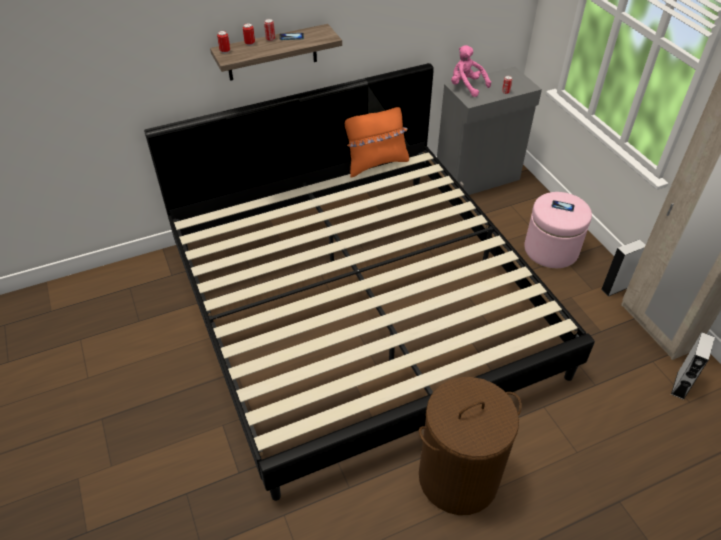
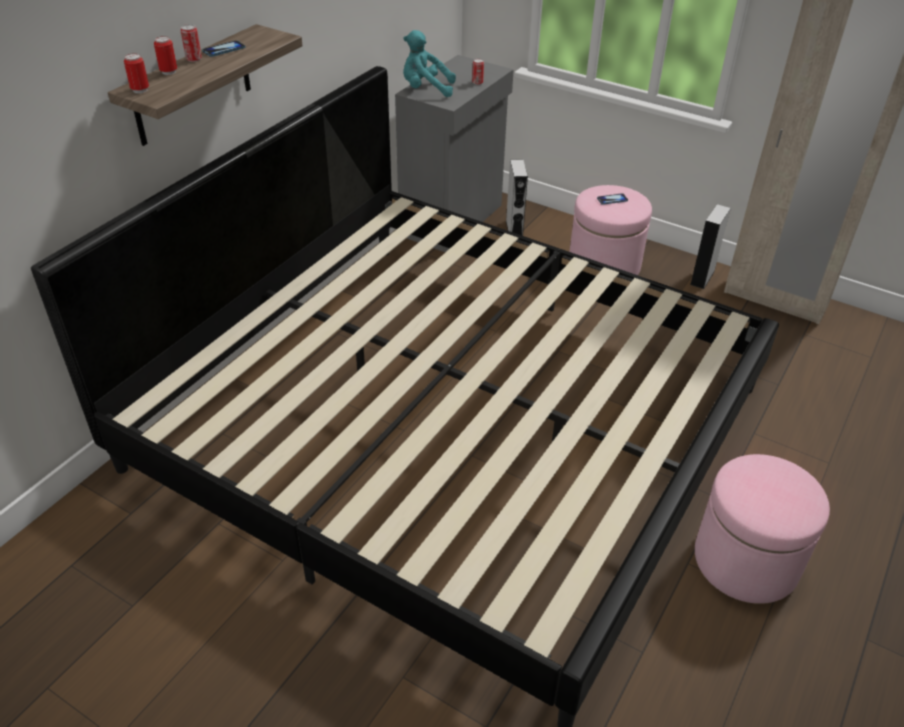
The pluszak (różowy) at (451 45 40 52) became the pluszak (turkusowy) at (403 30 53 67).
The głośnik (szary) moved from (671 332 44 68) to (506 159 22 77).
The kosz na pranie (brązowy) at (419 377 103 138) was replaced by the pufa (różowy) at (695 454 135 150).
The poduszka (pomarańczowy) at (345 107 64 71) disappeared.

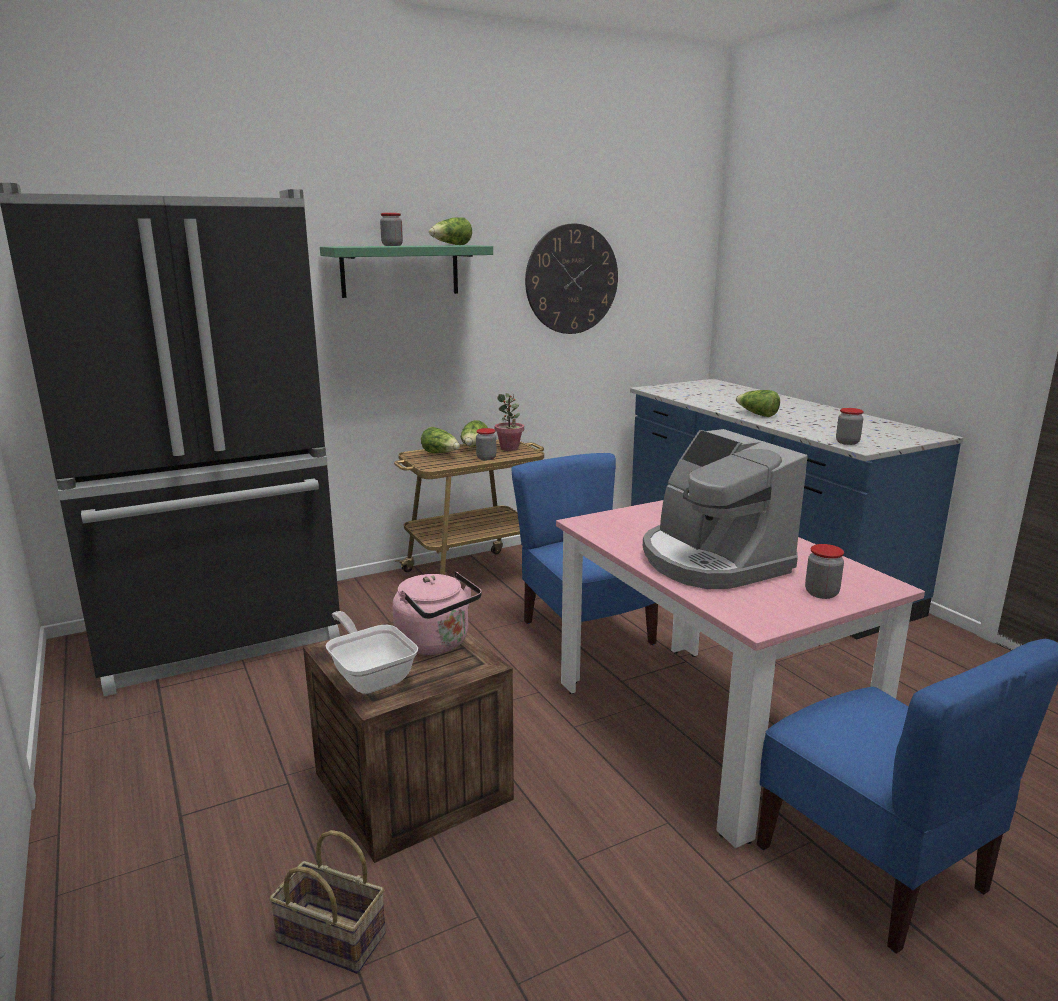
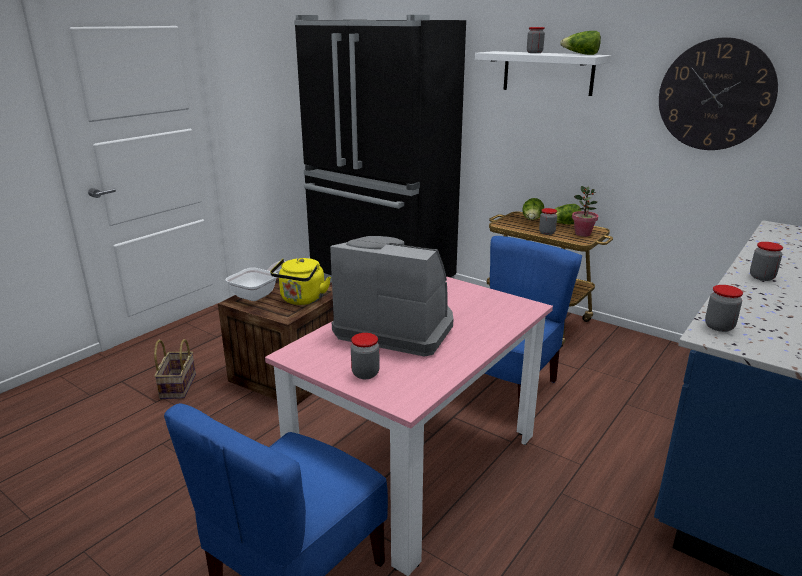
The czajnik (różowy) at (392 571 90 84) became the czajnik (żółty) at (270 258 61 47).
The ekspres do kawy at (643 429 165 160) turned 75 degrees clockwise.
The półka (zielony) at (320 245 173 53) became the półka (biały) at (475 51 137 45).
The sałata at (736 390 44 27) was replaced by the słoik at (750 242 33 39).

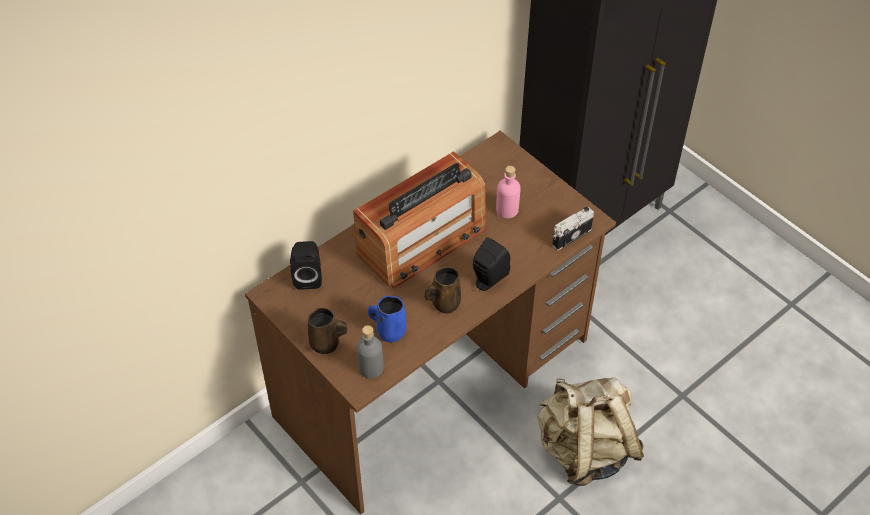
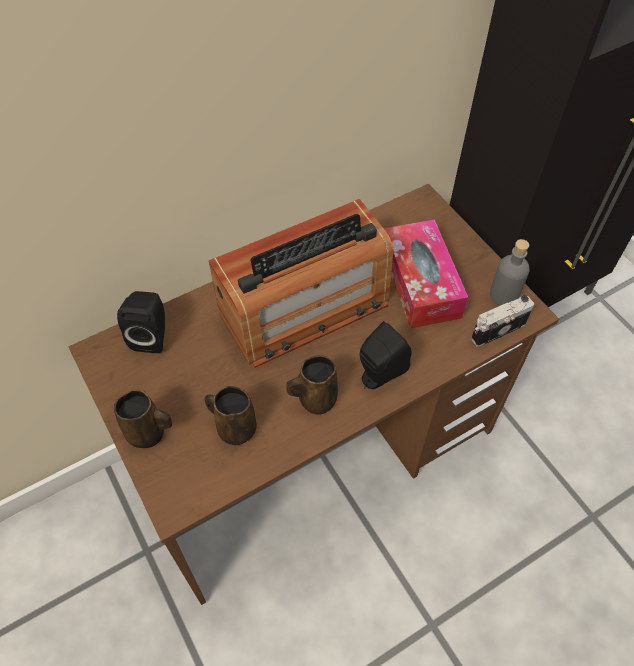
The kubek (niebieski) at (368 296 38 46) became the kubek (brązowy) at (205 386 52 59).
The butelka (różowy) at (496 166 25 52) was replaced by the pudełko chusteczek at (384 219 84 109).
The butelka (szary) moved from (356 325 28 54) to (490 239 40 66).
The plecak (beżowy) at (537 377 107 109) disappeared.

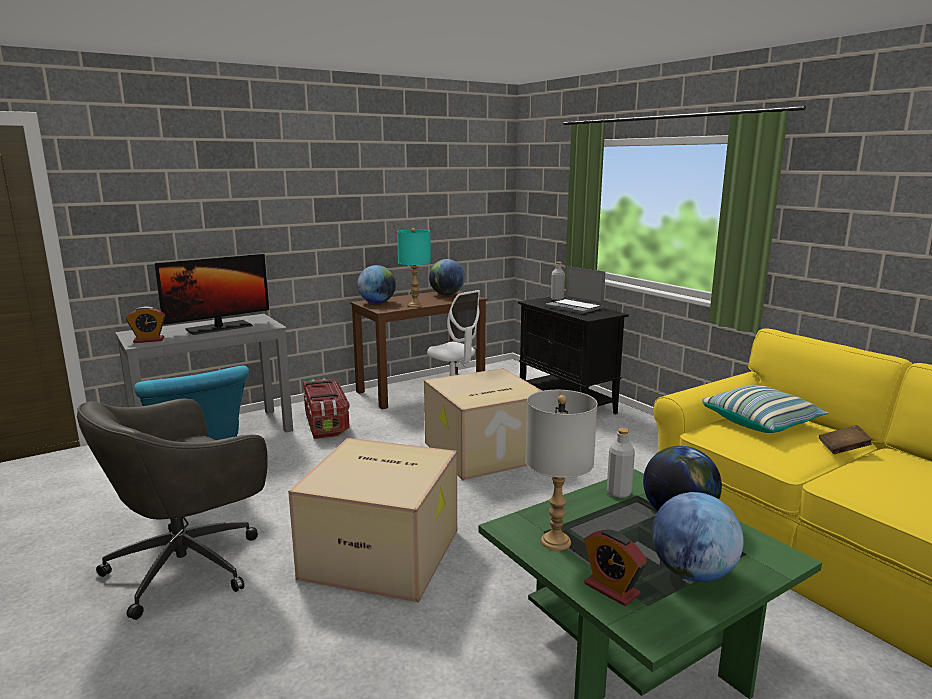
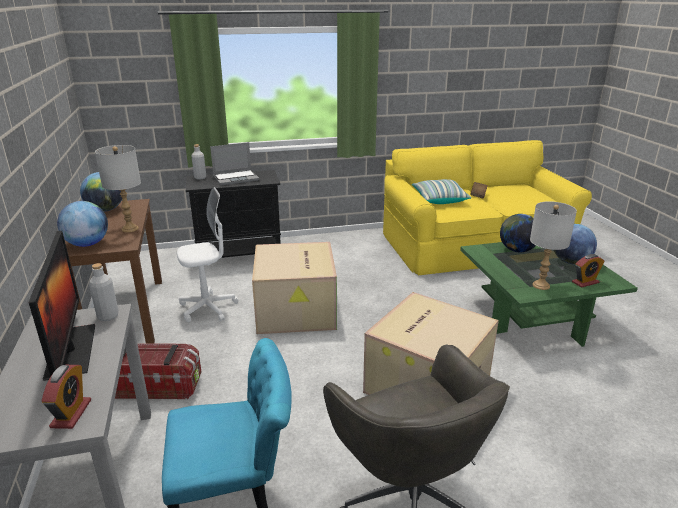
The butelka (szary) moved from (607 428 28 70) to (89 263 30 58).
The lampa stołowa (turkusowy) at (397 228 34 79) became the lampa stołowa (szary) at (95 145 46 87).

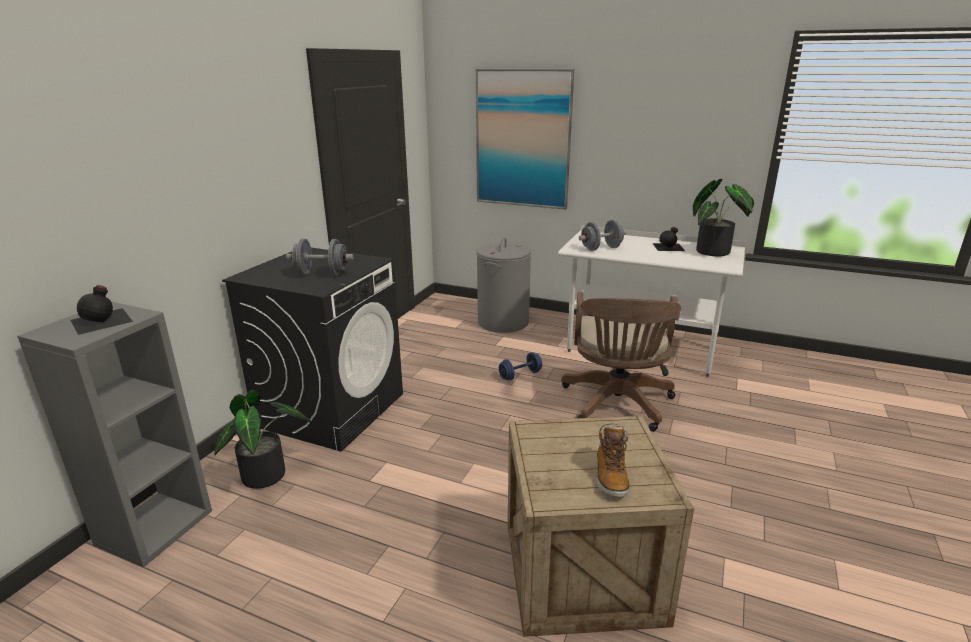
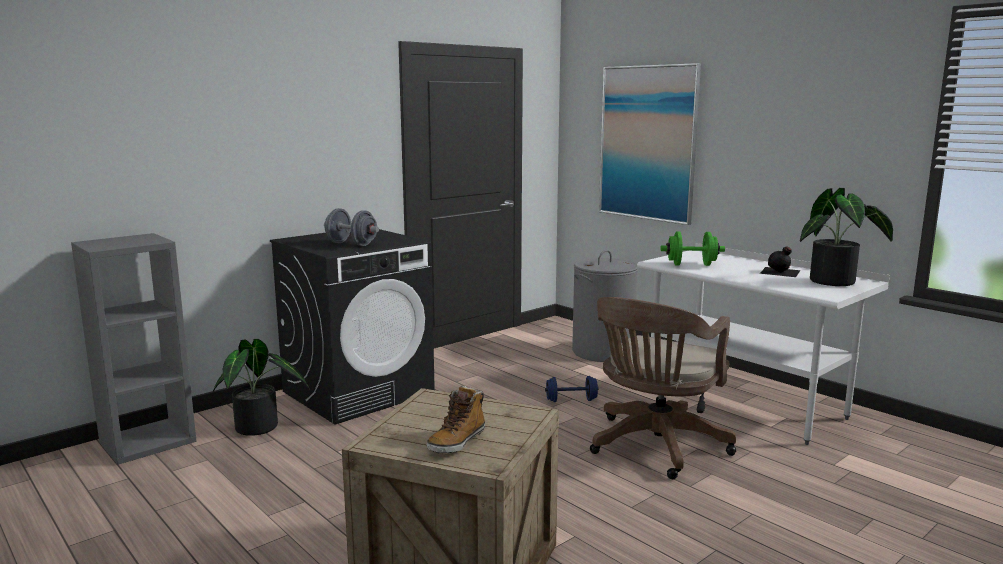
The hantel (szary) at (579 220 47 31) became the hantel (zielony) at (660 232 65 34).
The butelka (czarny) at (70 285 63 50) disappeared.

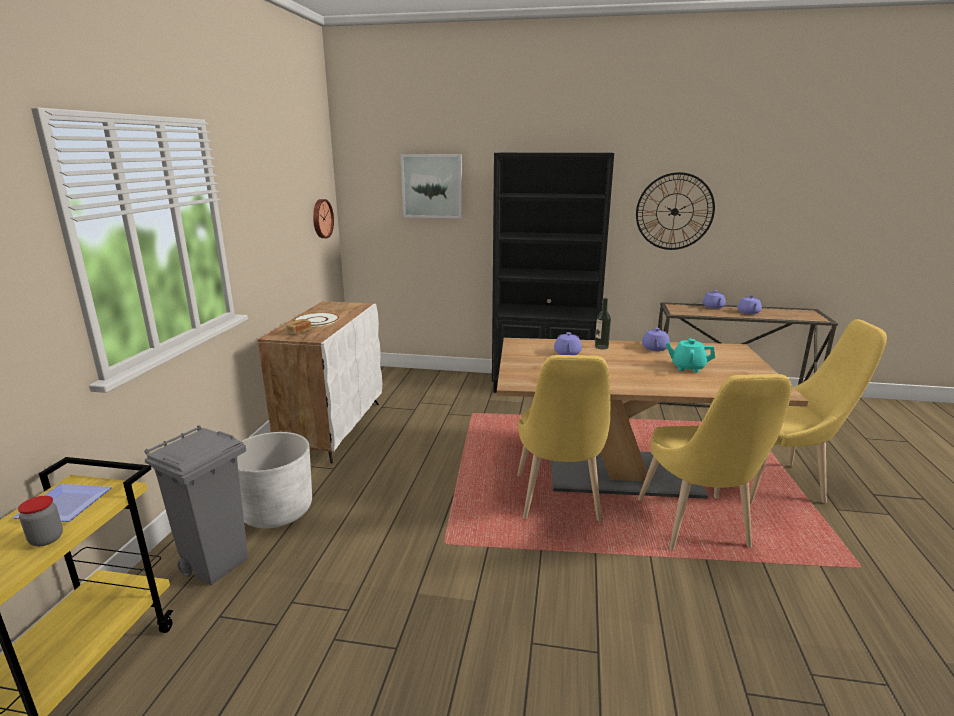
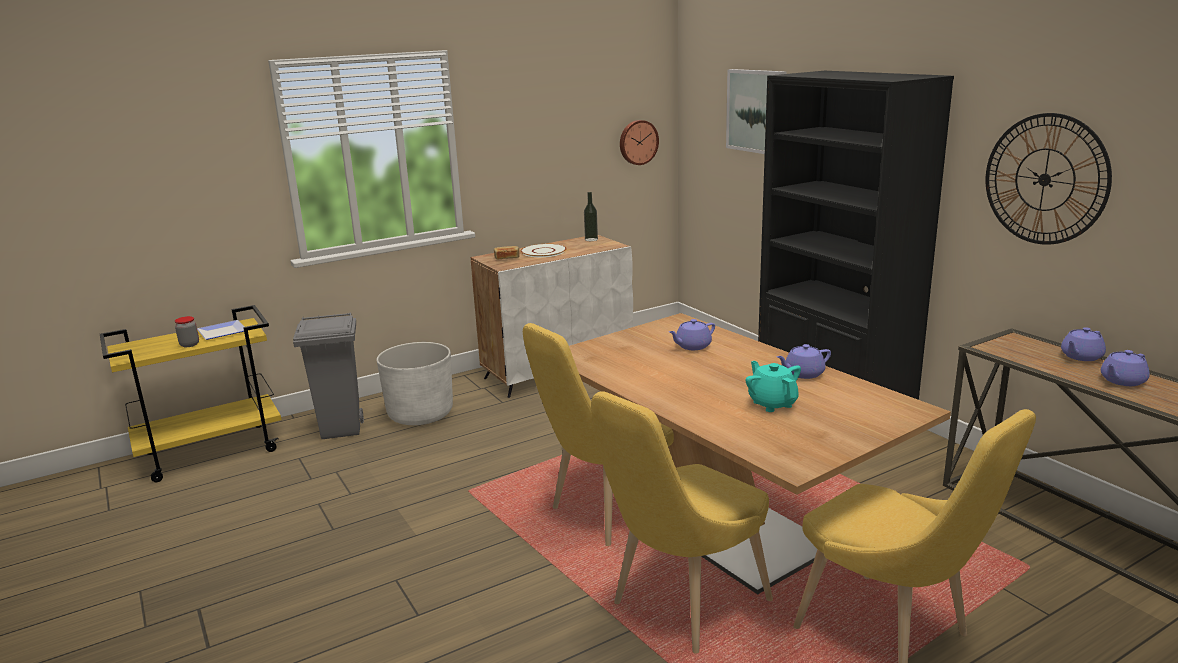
The butelka moved from (595 298 16 51) to (584 192 14 49).

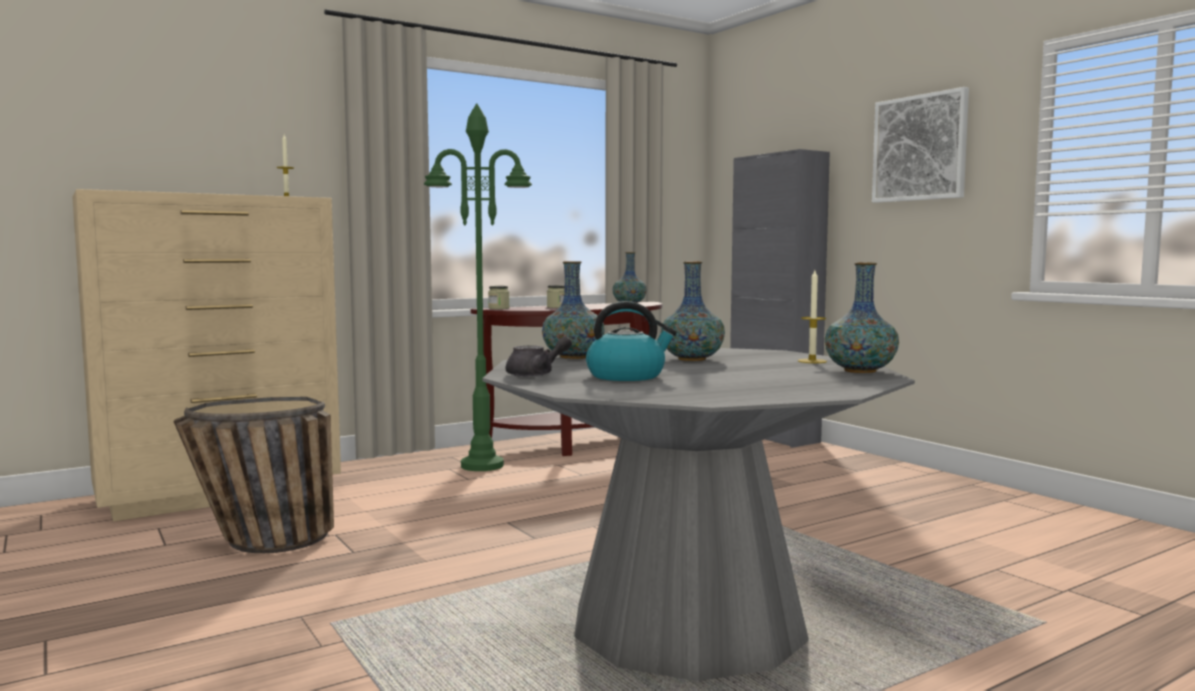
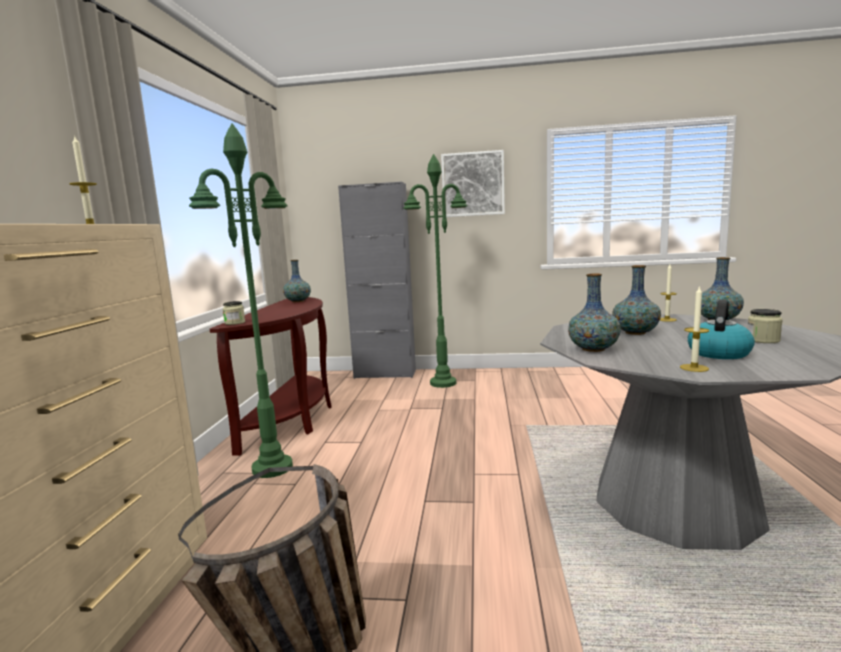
The lampa stojąca (zielony) at (403 154 64 234) appeared.
The imbryk (szary) at (506 336 66 41) was replaced by the świeca at (680 285 29 87).
The słoik moved from (547 285 18 23) to (748 309 35 34).

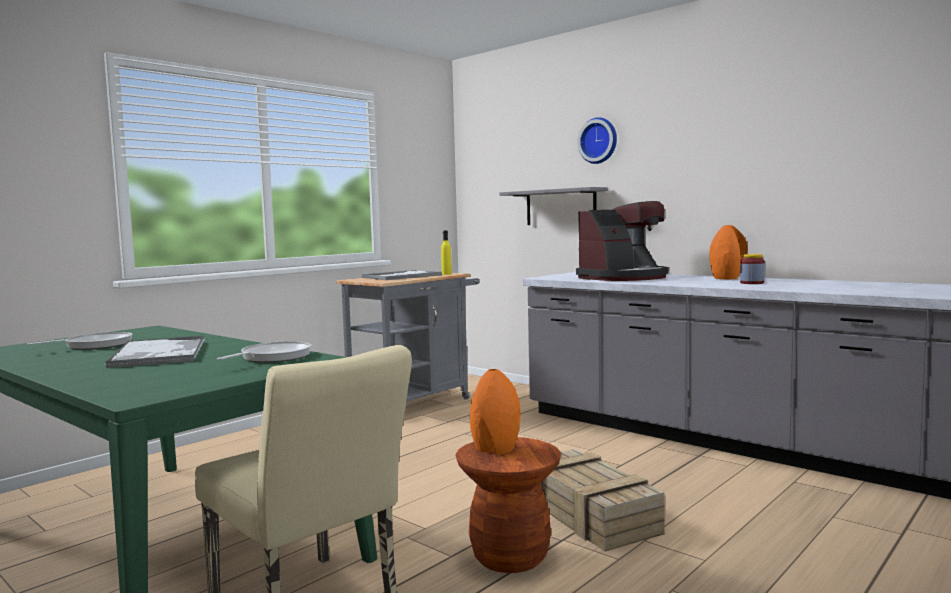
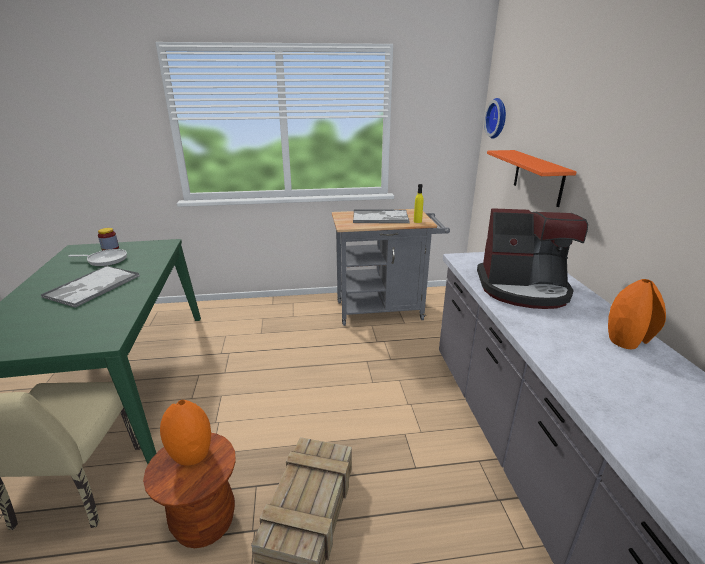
The słoik moved from (740 254 25 30) to (98 228 21 23).
The zegar ścienny moved from (577 117 40 47) to (484 98 22 41).
The półka (szary) at (499 187 109 38) became the półka (pomarańczowy) at (487 150 90 57).
The patelnia at (217 341 94 22) disappeared.

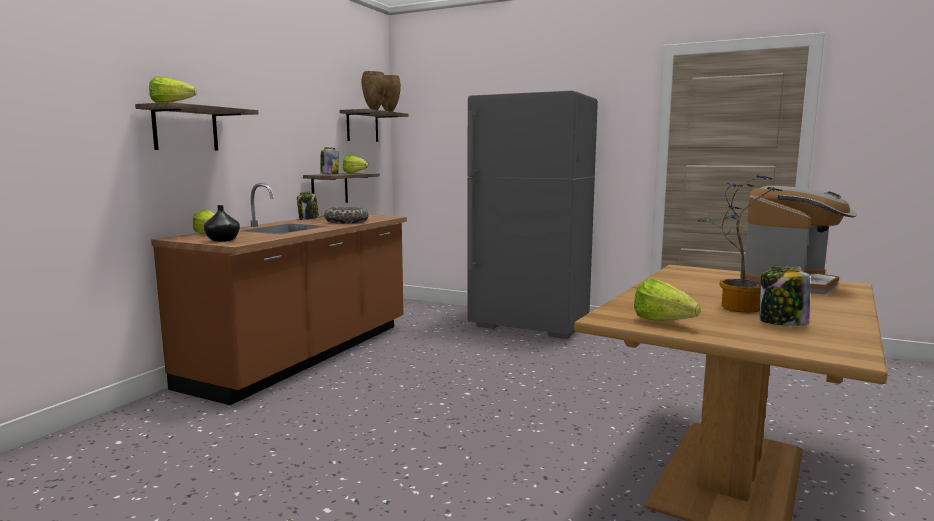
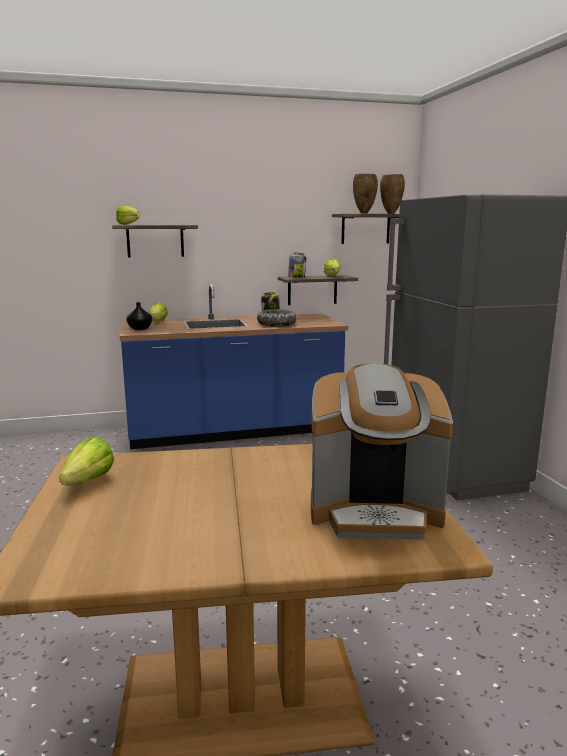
The zabudowa kuchenna (brązowy) at (151 183 256 222) became the zabudowa kuchenna (niebieski) at (120 284 228 165).
The roślina doniczkowa at (697 175 86 138) disappeared.
The słoik at (760 265 50 61) disappeared.

